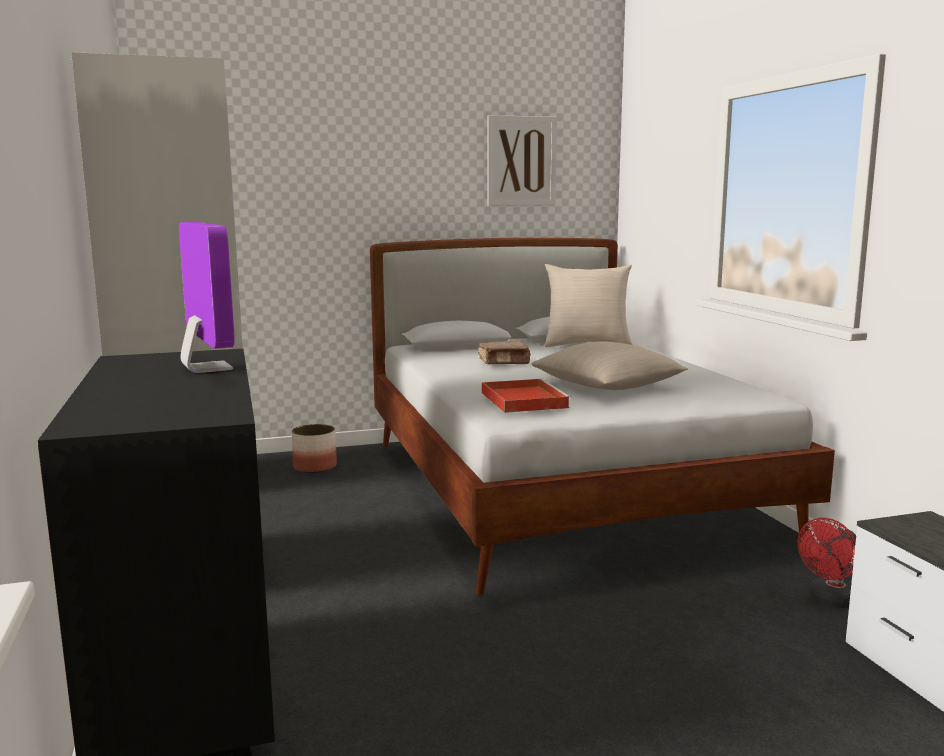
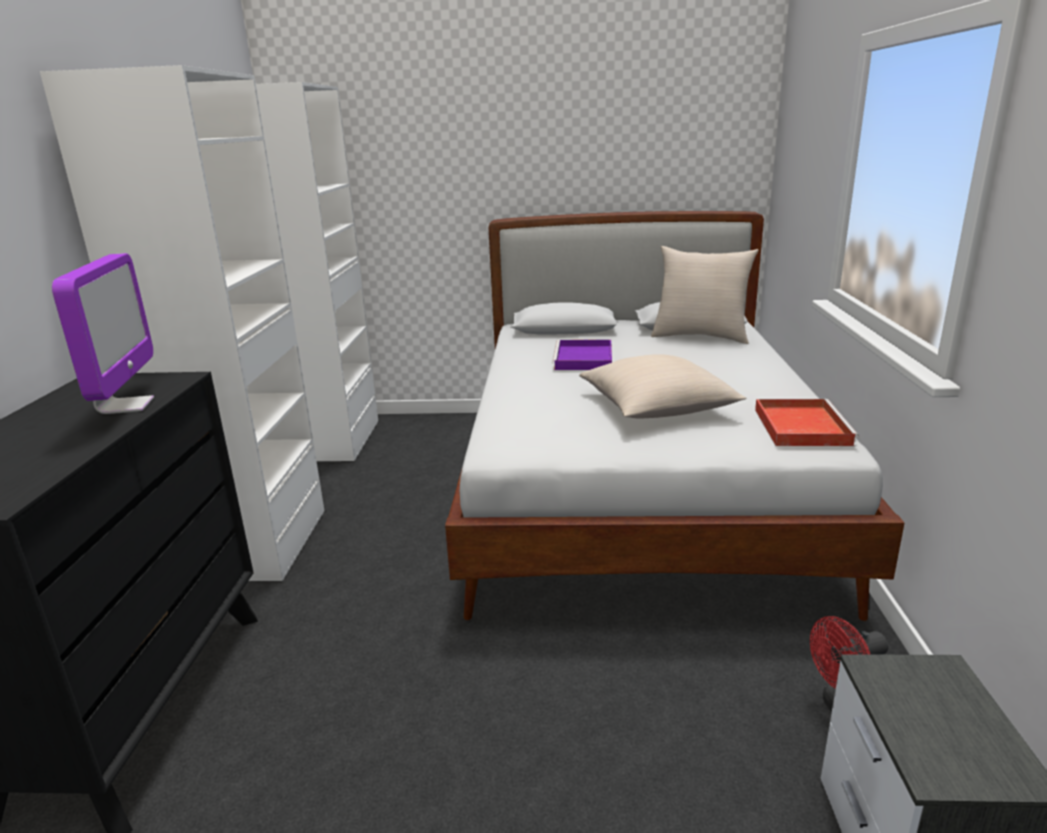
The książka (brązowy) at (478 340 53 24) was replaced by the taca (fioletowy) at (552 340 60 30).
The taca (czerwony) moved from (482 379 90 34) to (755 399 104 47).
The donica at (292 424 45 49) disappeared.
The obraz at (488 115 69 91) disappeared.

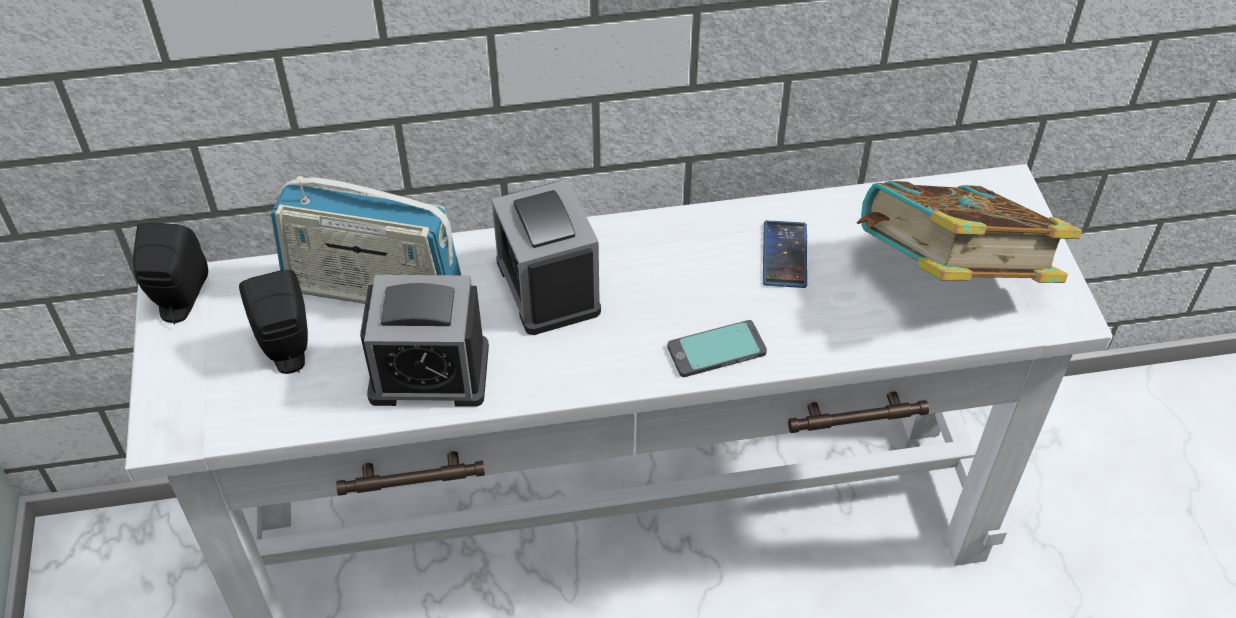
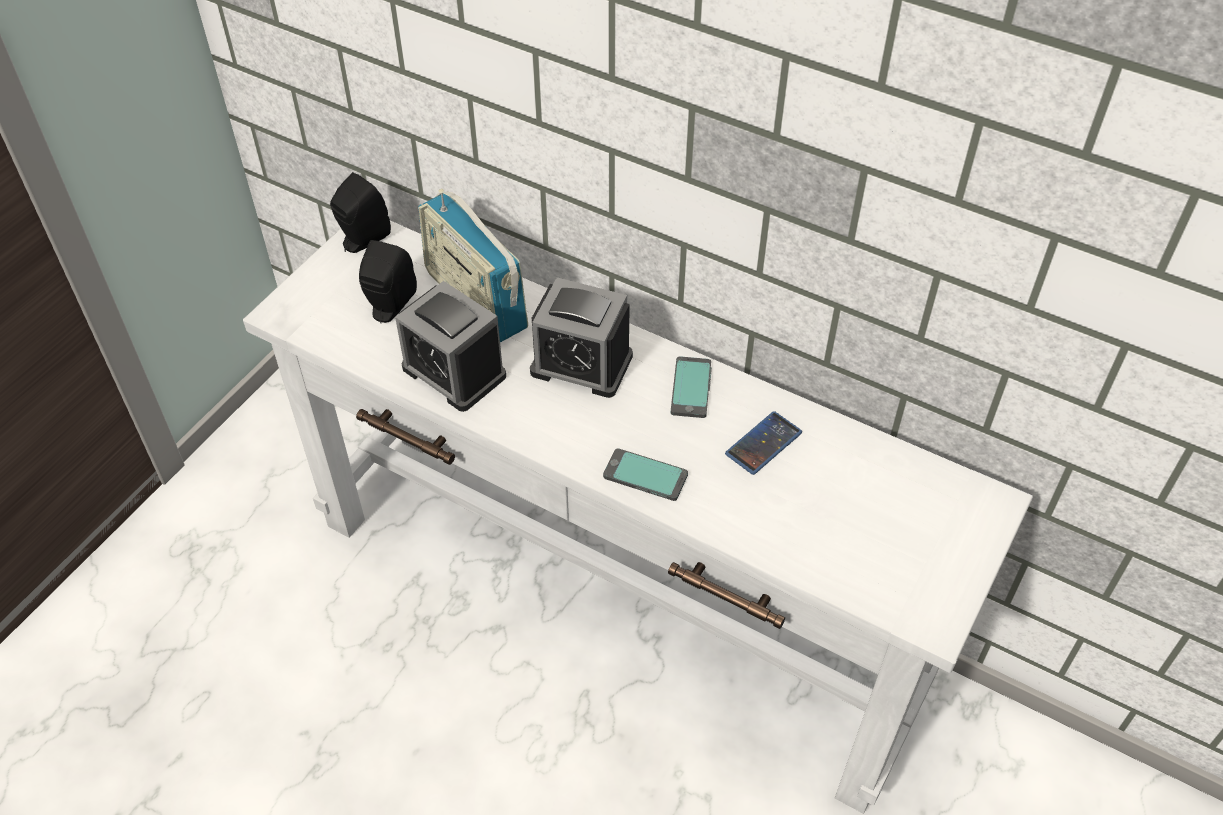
The budzik at (491 179 110 156) turned 90 degrees counterclockwise.
The telefon at (671 356 41 62) appeared.
The książka at (856 181 226 102) disappeared.

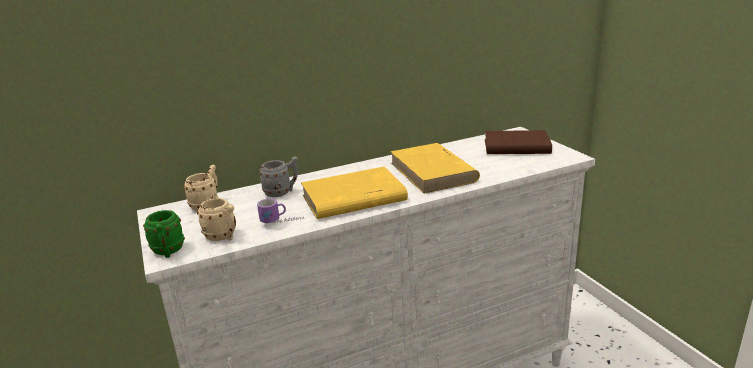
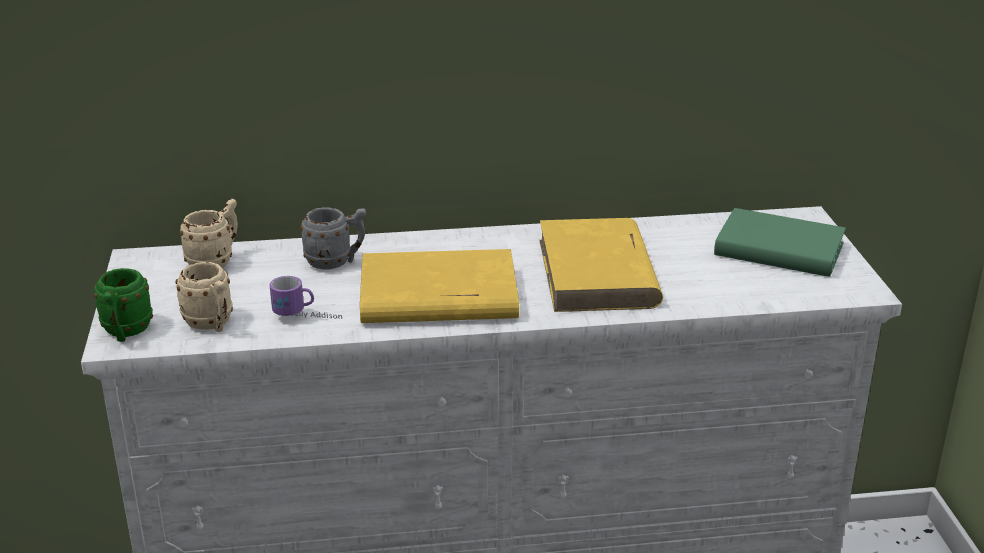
The książka (brązowy) at (485 130 67 24) became the książka (zielony) at (714 208 132 69).

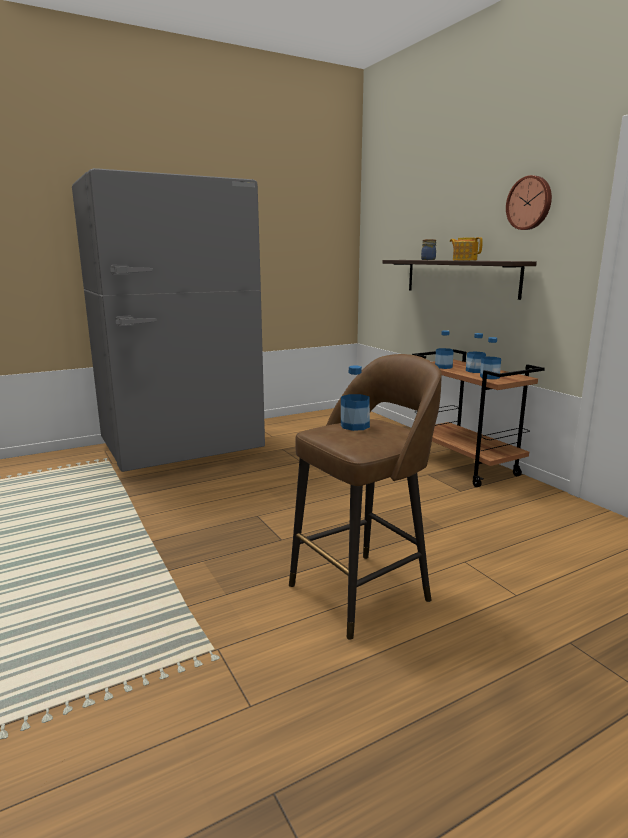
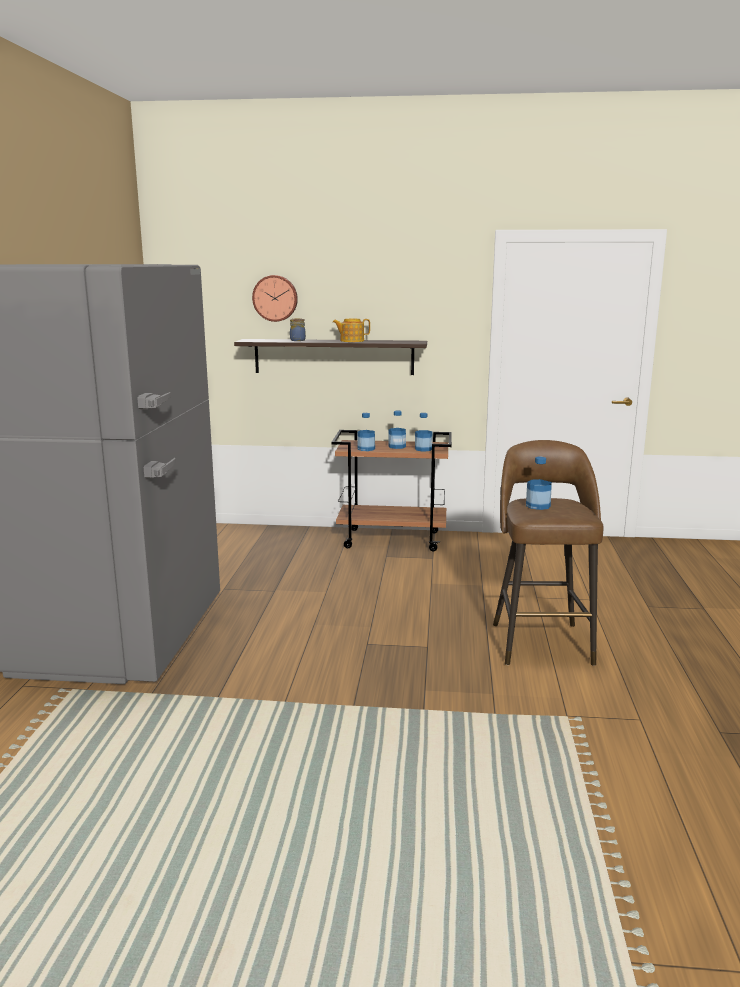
The zegar ścienny moved from (506 175 46 55) to (252 275 46 47).

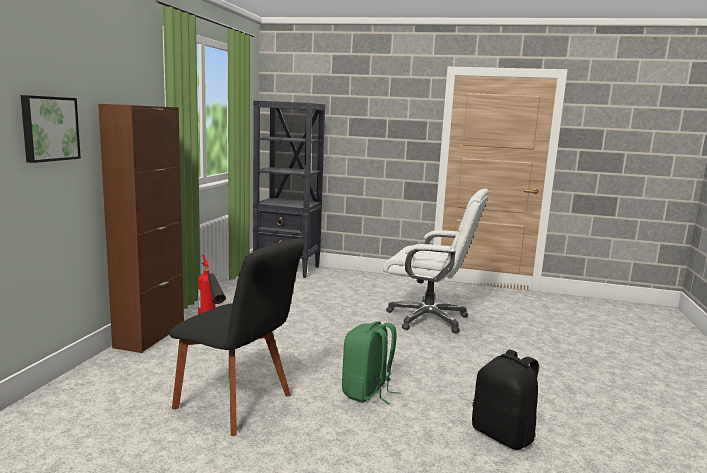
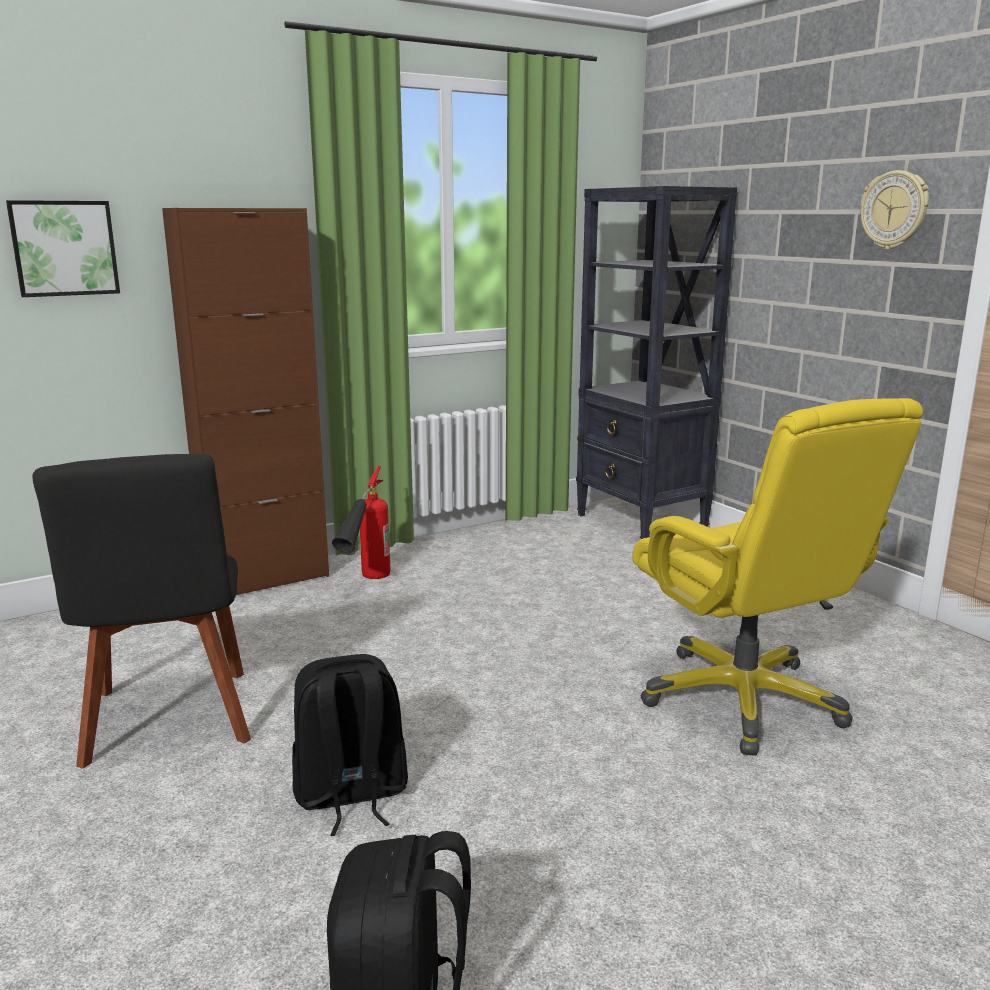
The plecak (zielony) at (342 321 58 83) became the plecak (czarny) at (292 654 116 182).
The krzesło biurowe (biały) at (383 189 106 144) became the krzesło biurowe (żółty) at (632 398 291 358).
The zegar ścienny at (860 170 69 79) appeared.

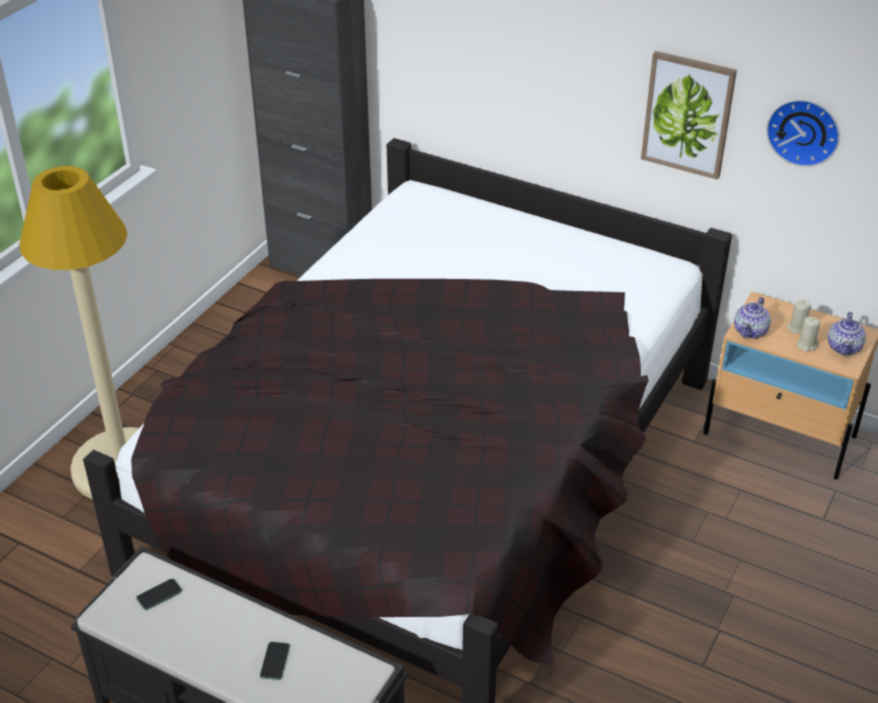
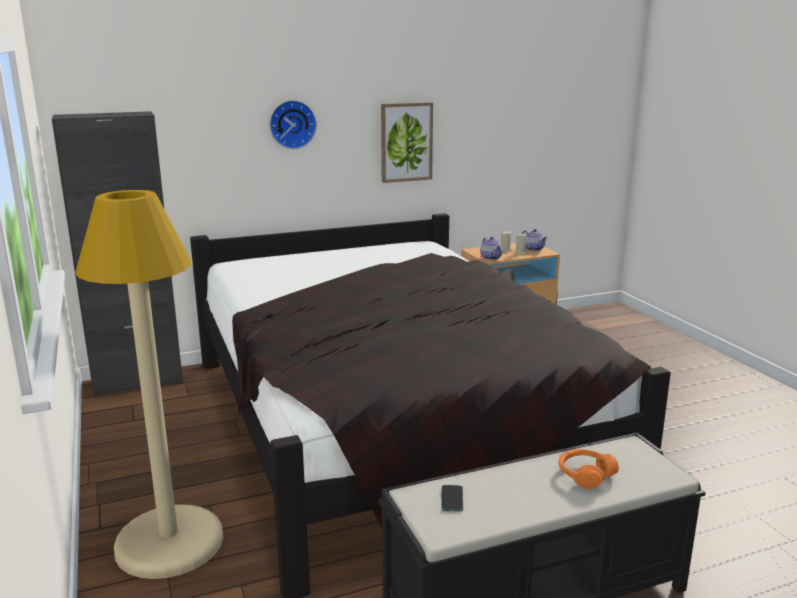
The zegar ścienny moved from (766 100 74 67) to (269 100 48 49).
The telefon at (260 642 30 38) was replaced by the słuchawki (pomarańczowy) at (559 449 60 40).

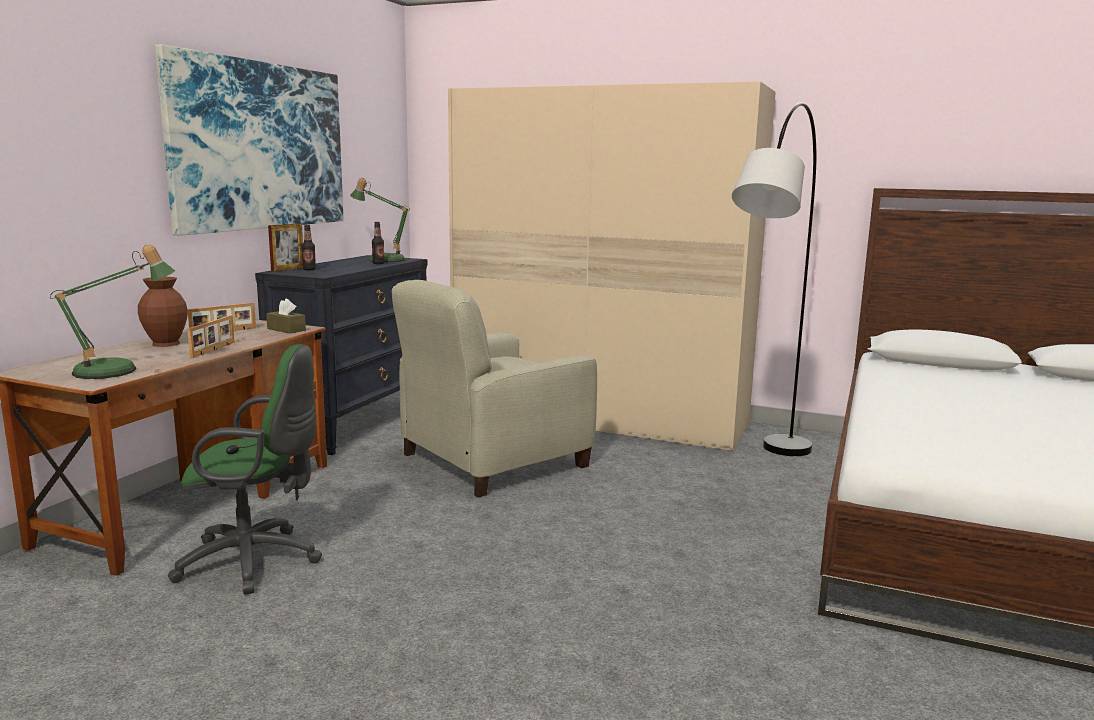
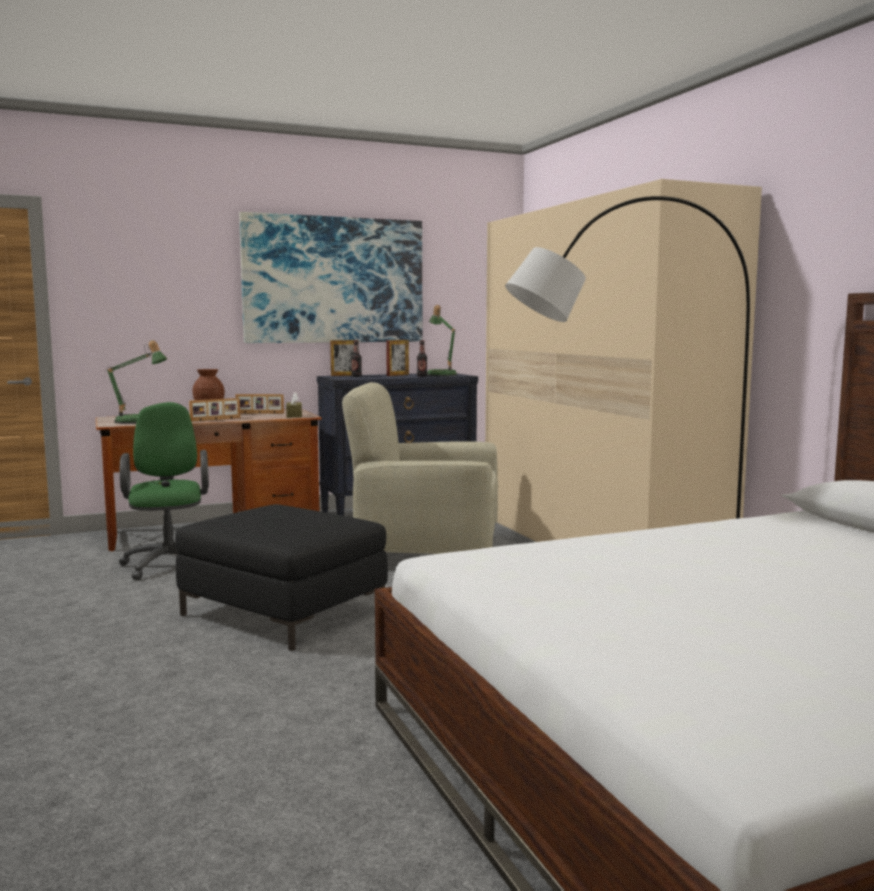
The krzesło biurowe (zielony) at (168 344 154 250) turned 150 degrees counterclockwise.
The pufa (czarny) at (175 504 213 147) appeared.
The ramka na zdjęcie at (386 340 23 36) appeared.

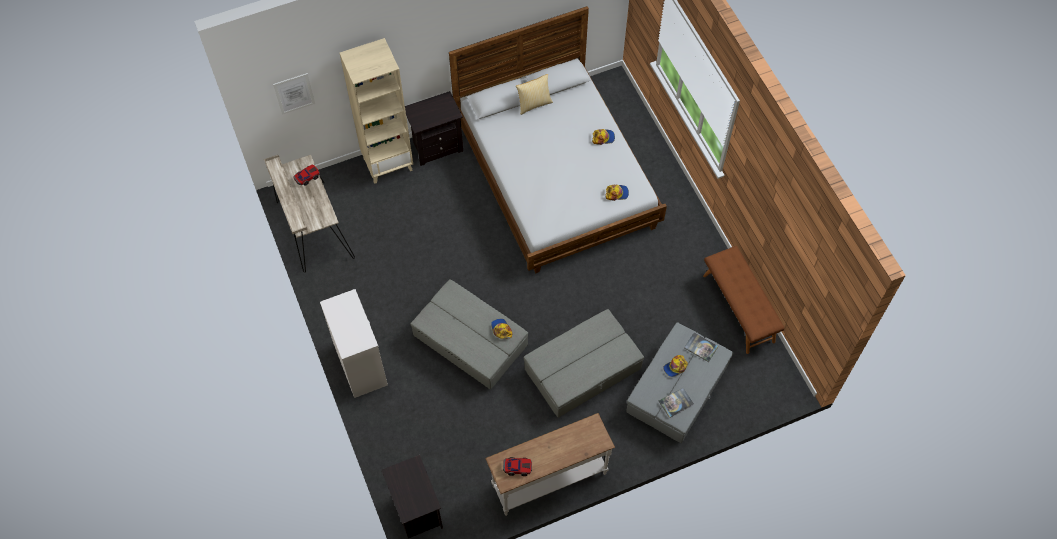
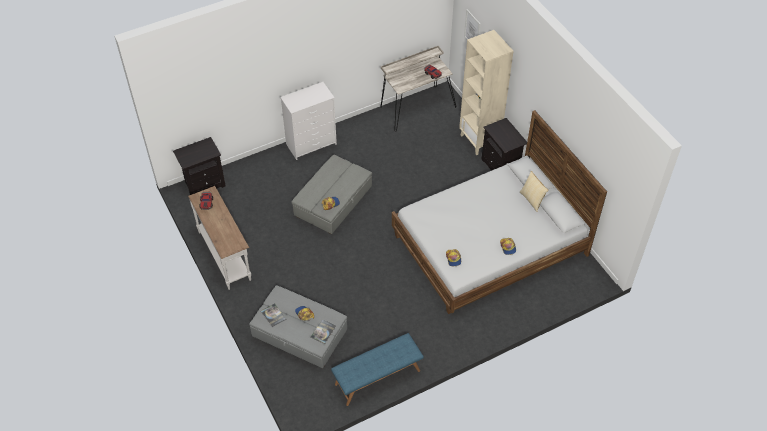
The ławka (brązowy) at (703 246 82 108) became the ławka (niebieski) at (331 333 93 73).
The pufa (szary) at (523 309 121 109) disappeared.

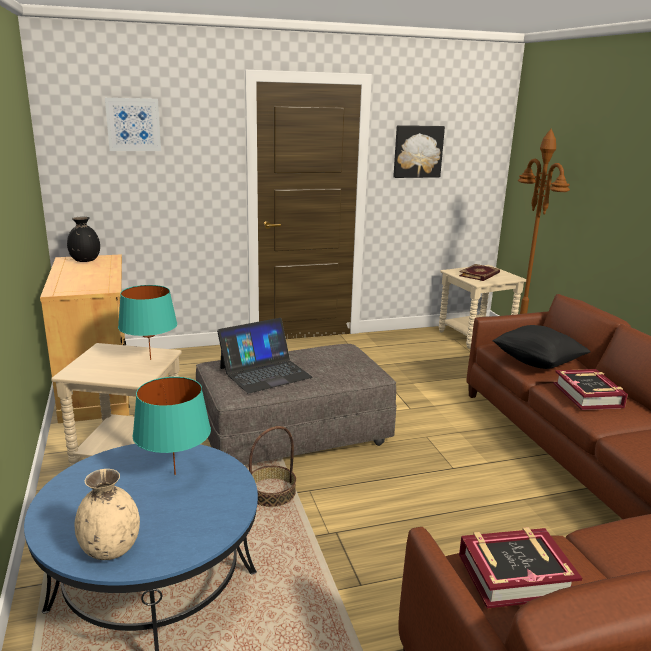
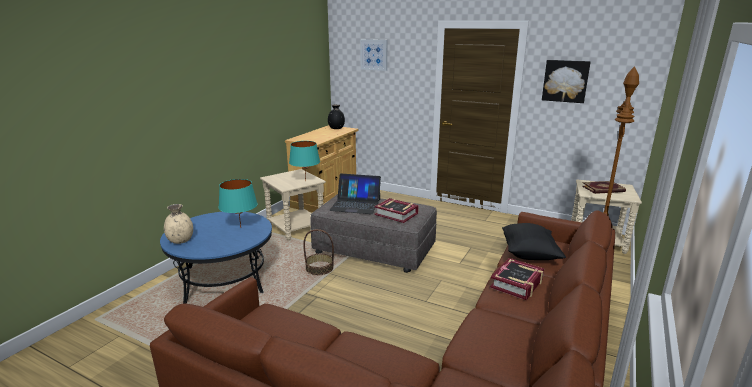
The książka moved from (459 527 123 81) to (375 198 44 25).

